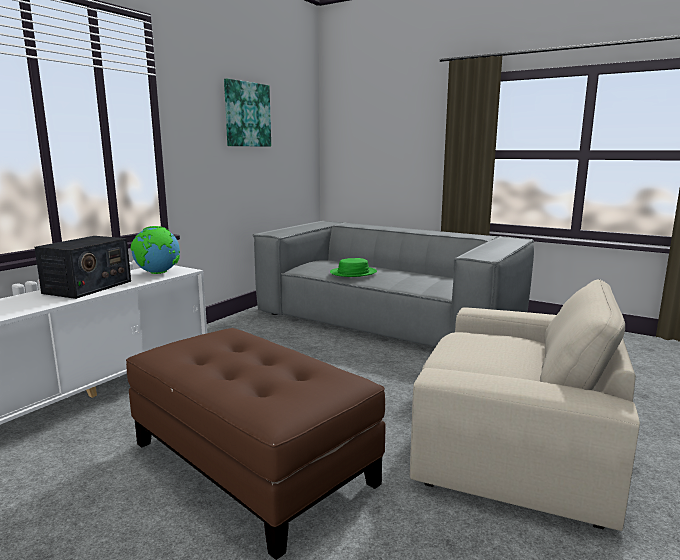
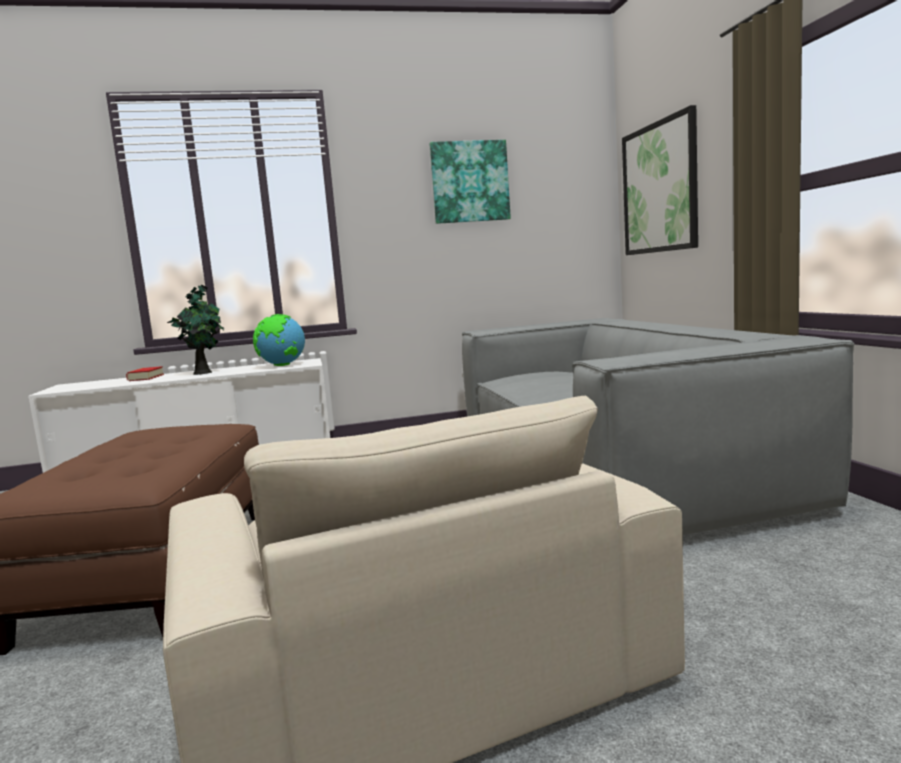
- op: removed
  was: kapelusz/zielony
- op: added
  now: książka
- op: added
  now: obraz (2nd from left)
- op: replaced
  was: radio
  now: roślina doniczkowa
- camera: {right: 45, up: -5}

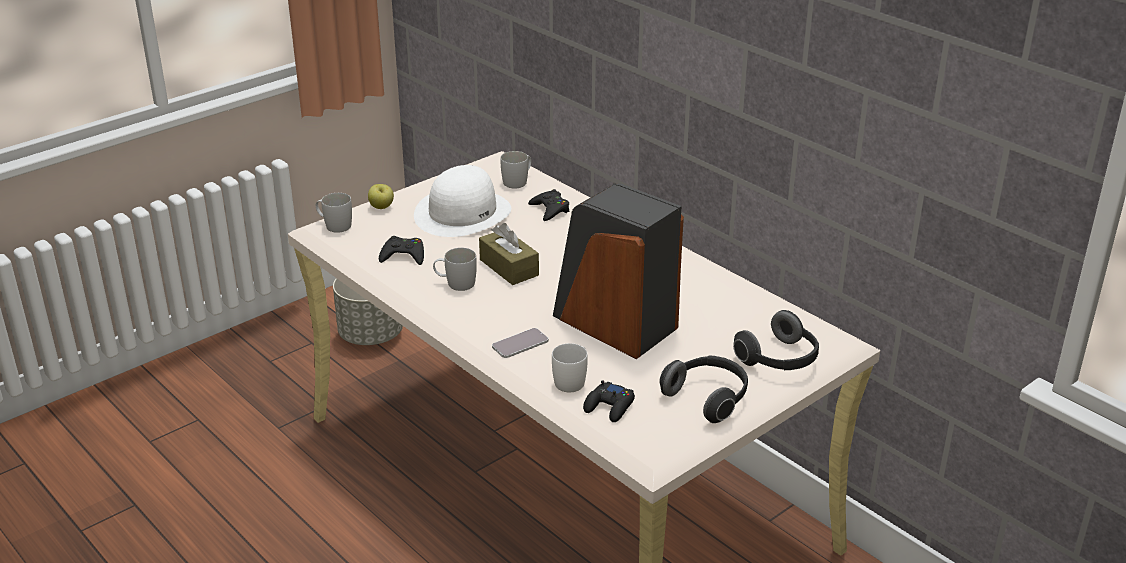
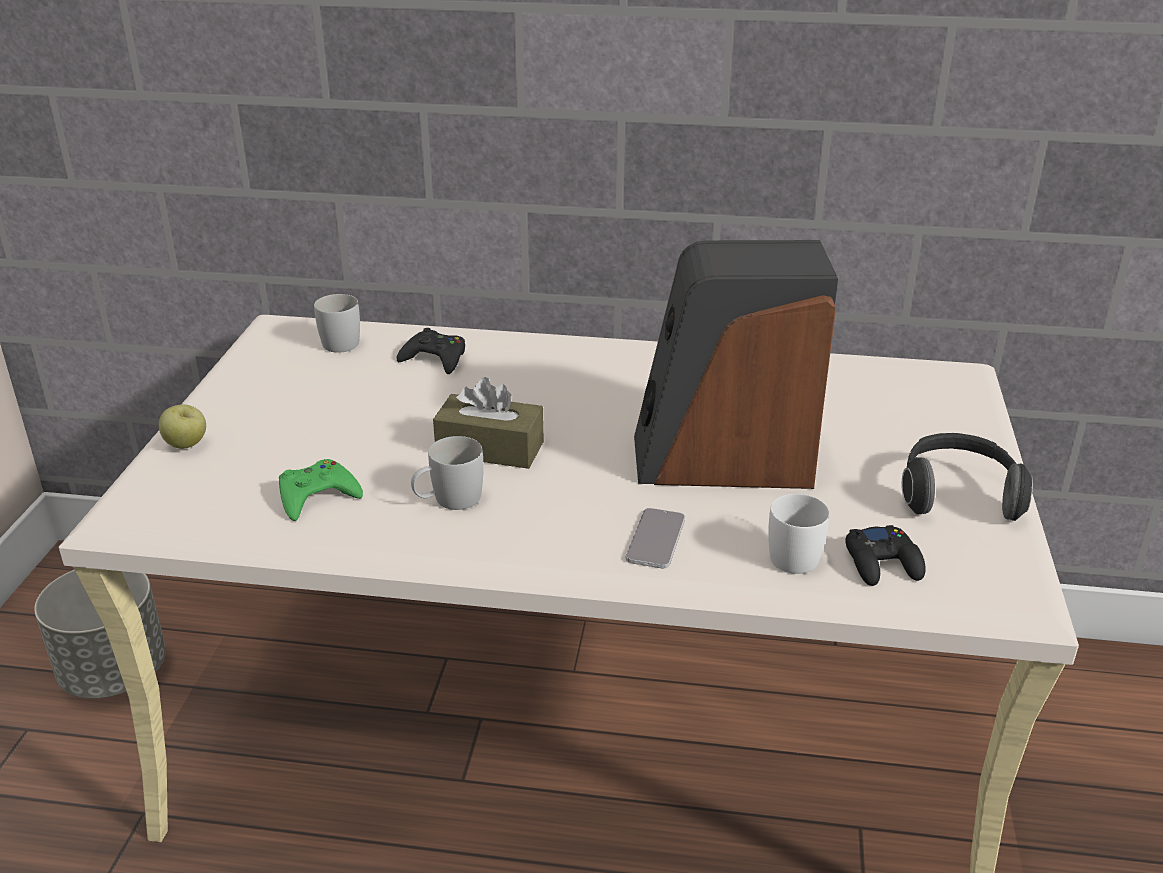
- op: removed
  was: kubek/biały (1st from left)
- op: removed
  was: kapelusz/biały
- op: removed
  was: słuchawki (2nd from left)
- op: recoloured
  was: pad do gier/czarny (1st from left)
  now: pad do gier/zielony
- camera: {right: -40, up: 0}

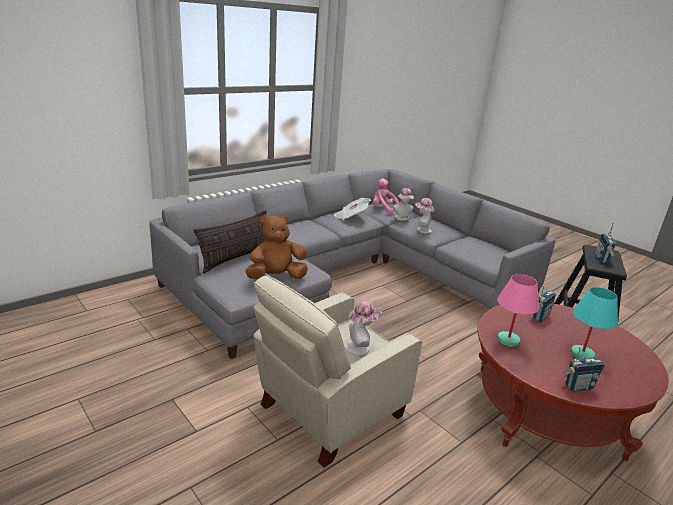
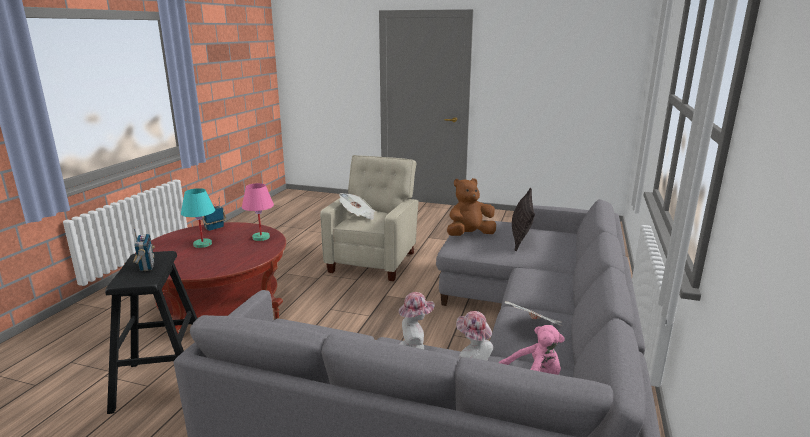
- op: removed
  was: radio (1st from left)
- op: replaced
  was: kapelusz (1st from left)
  now: gazeta (1st from left)
- op: turned
  was: pluszak/brązowy
  clockwise: -150
- camera: {right: 150, up: -5}

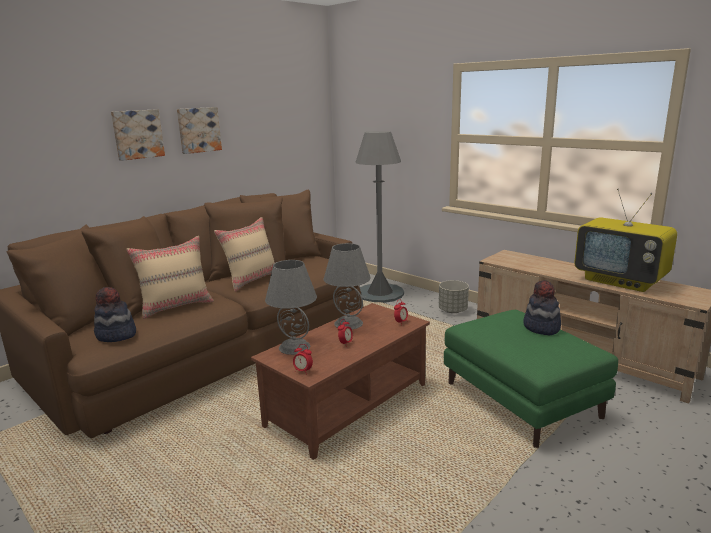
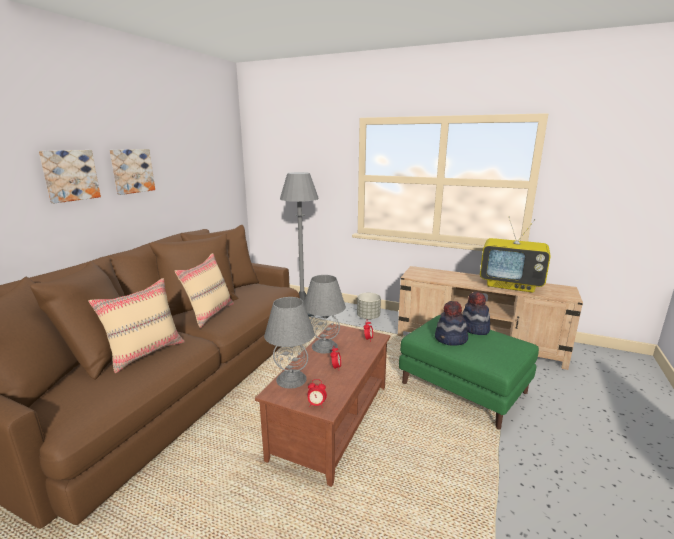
- op: moved
  was: kapelusz (1st from left)
- camera: {right: -20, up: 0}

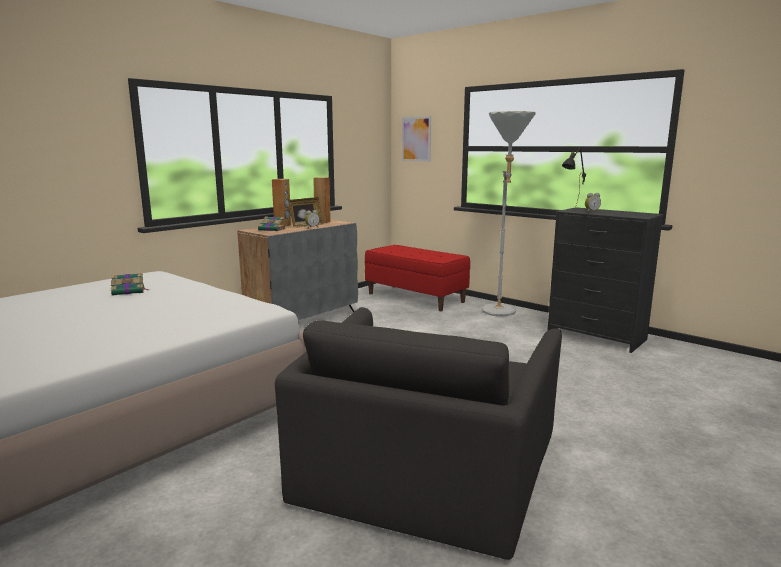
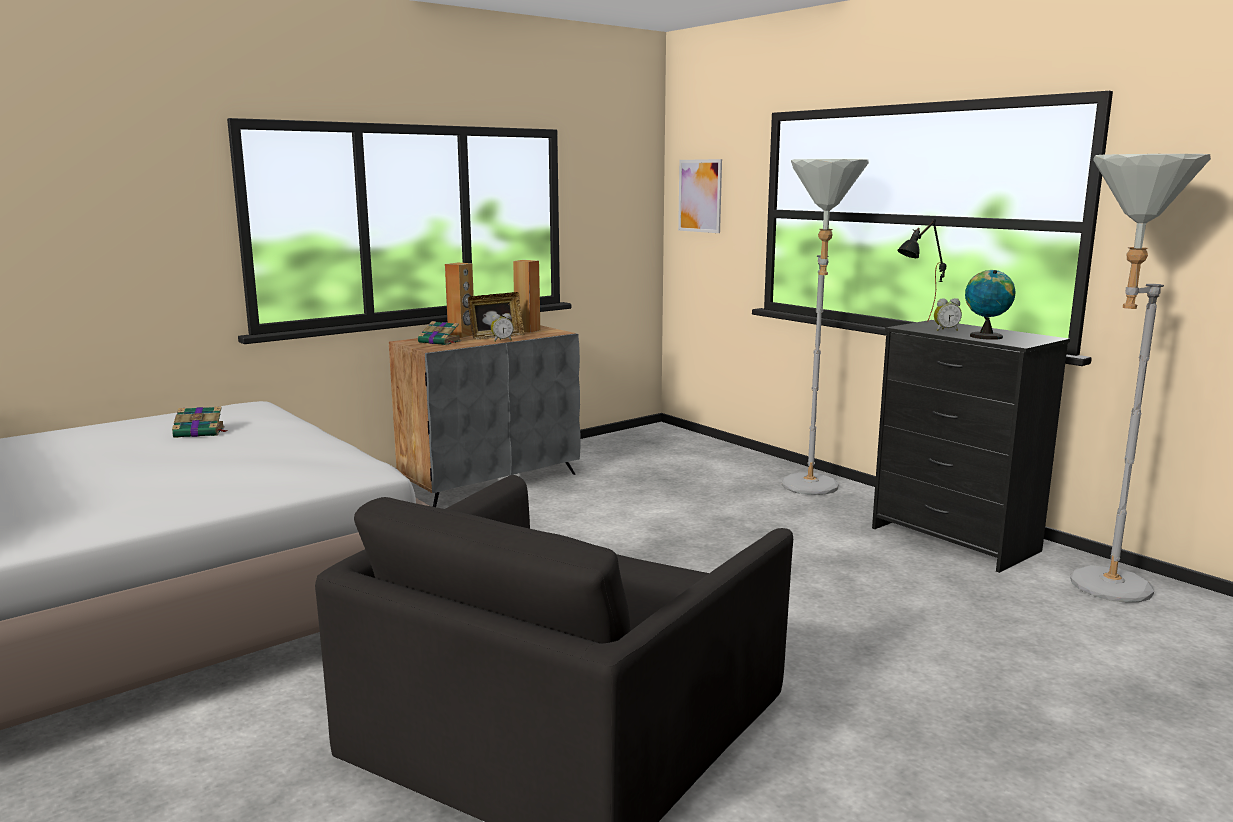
- op: removed
  was: ławka/czerwony
- op: added
  now: globus
- op: added
  now: lampa stojąca/szary (2nd from left)
- camera: {right: 10, up: 0}

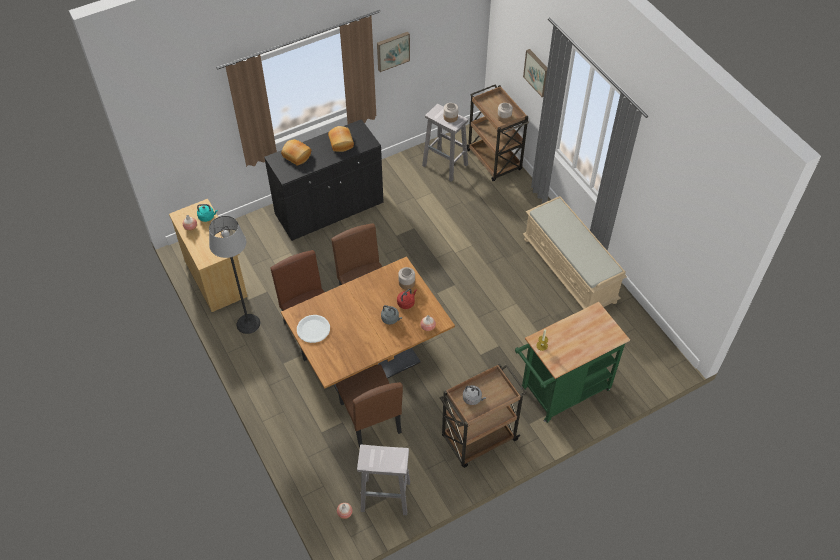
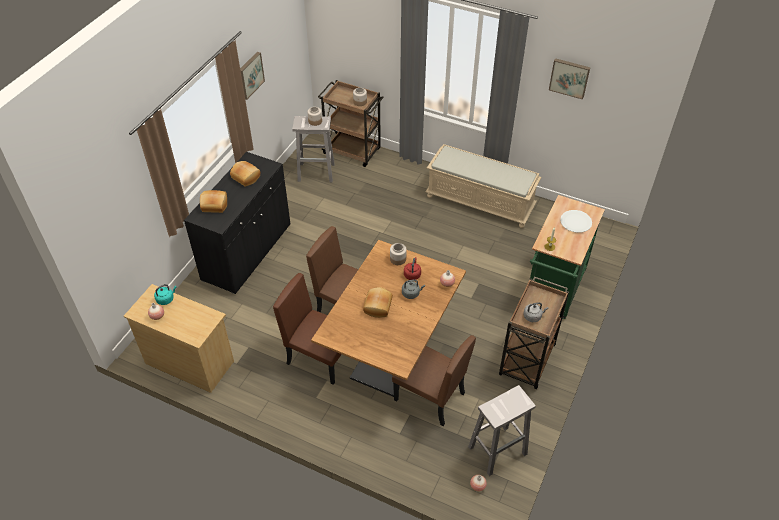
- op: removed
  was: lampa stojąca
- op: added
  now: chleb (3rd from left)
- op: moved
  was: talerz/biały
- op: moved
  was: obraz (2nd from left)
- camera: {right: -35, up: -5}

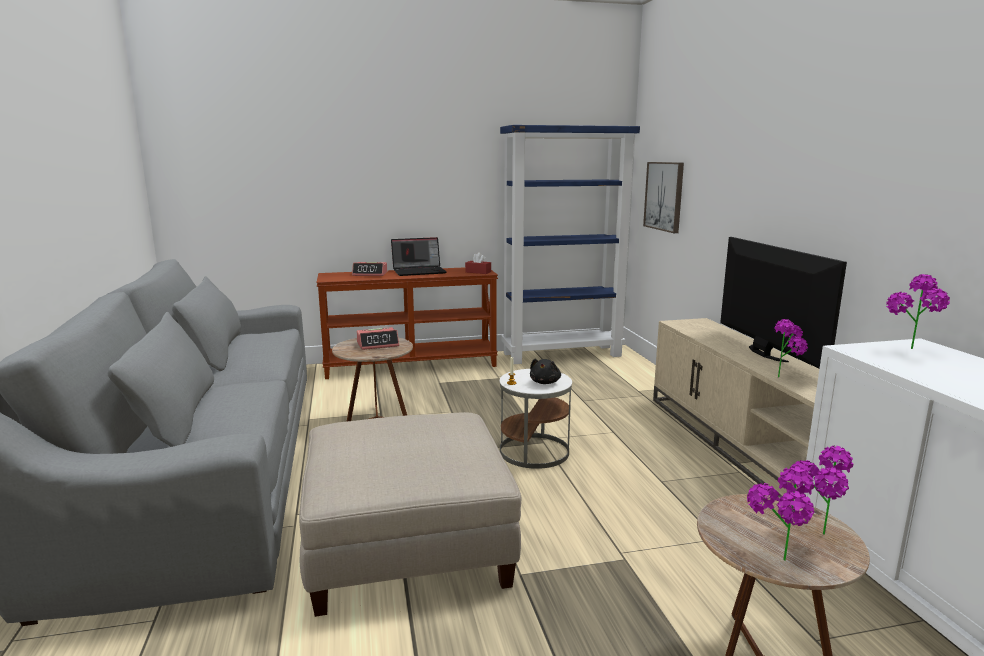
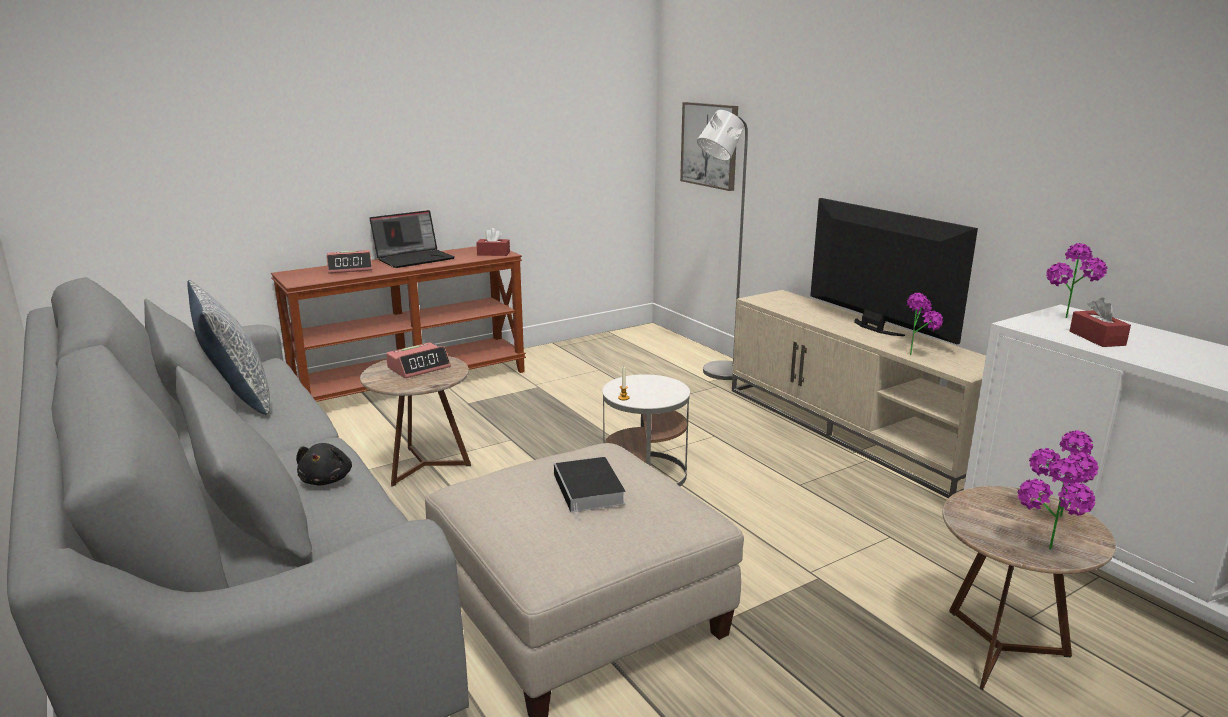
- op: removed
  was: regał/niebieski
- op: added
  now: poduszka
- op: added
  now: książka
- op: added
  now: lampa stojąca/szary
- op: added
  now: pudełko chusteczek/czerwony (2nd from left)
- op: moved
  was: pluszak/czarny
- camera: {right: -20, up: 5}

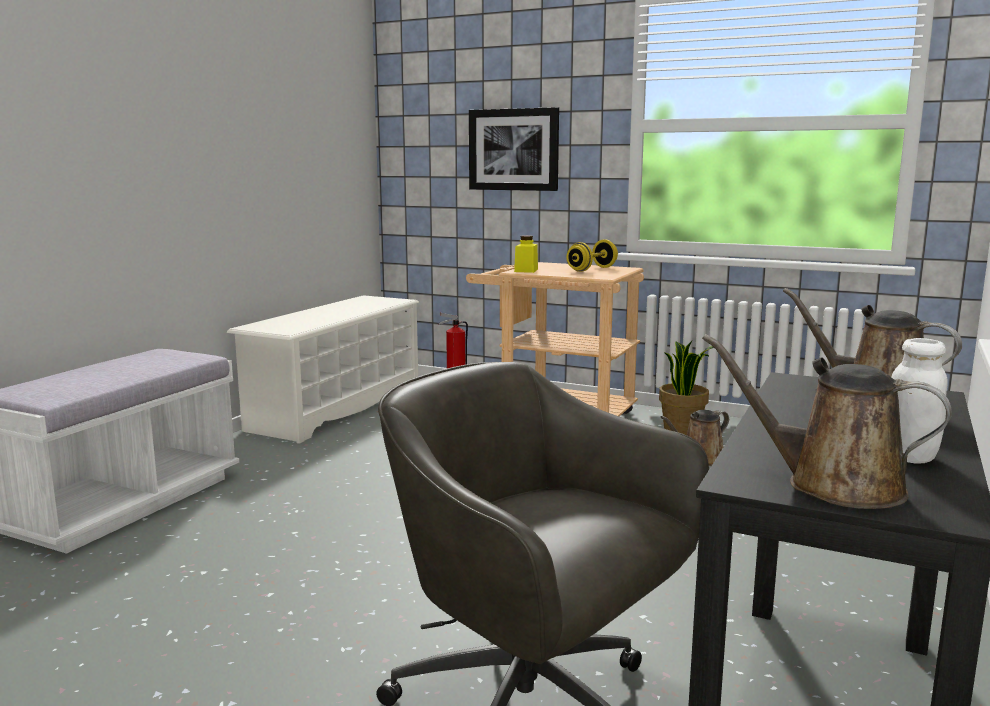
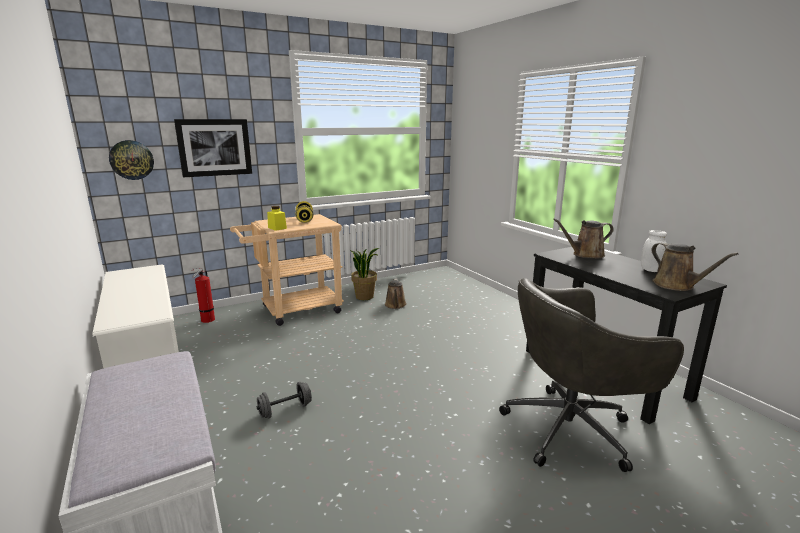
- op: added
  now: zegar ścienny
- op: added
  now: hantel/szary
- op: turned
  was: konewka/brązowy (2nd from left in the first image)
  clockwise: -90
- camera: {right: -55, up: 5}

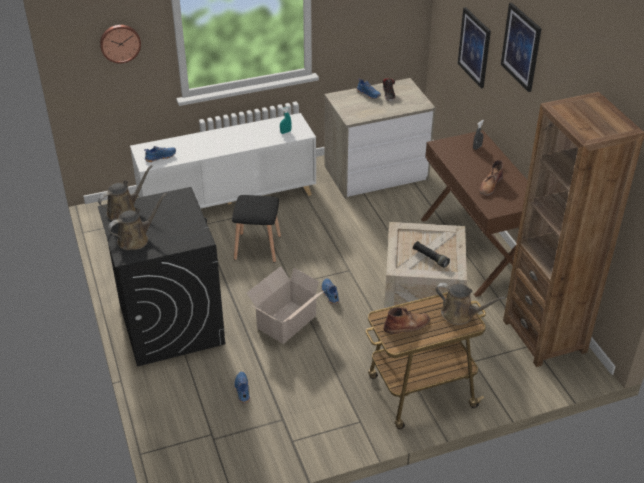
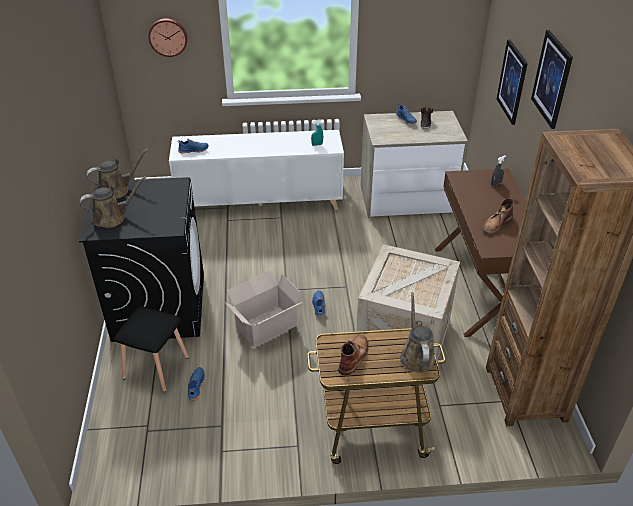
- op: removed
  was: latarka/czarny
- op: moved
  was: stołek/czarny
- op: turned
  was: but z cholewką/brązowy (1st from left)
  clockwise: -60
- op: turned
  was: konewka/brązowy (3rd from left)
  clockwise: -135
- camera: {right: 15, up: 0}

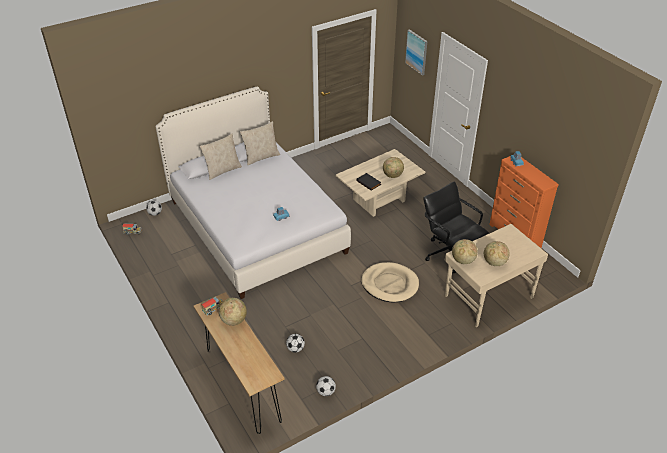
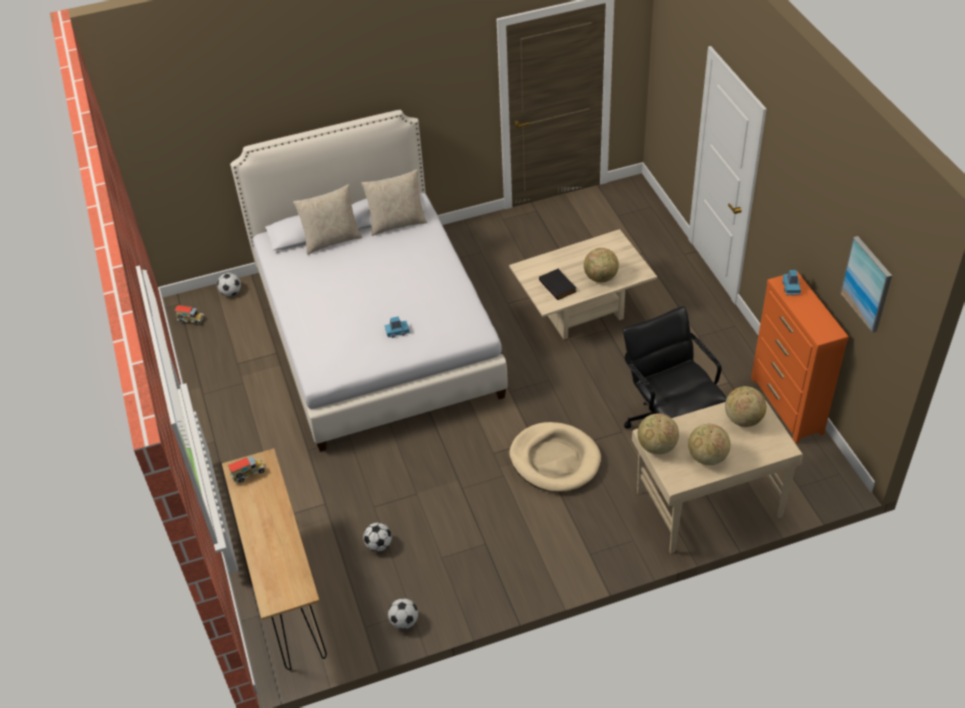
- op: moved
  was: globus (1st from left in the first image)
  now: globus (4th from left)
- op: moved
  was: obraz
- camera: {right: 15, up: 5}

